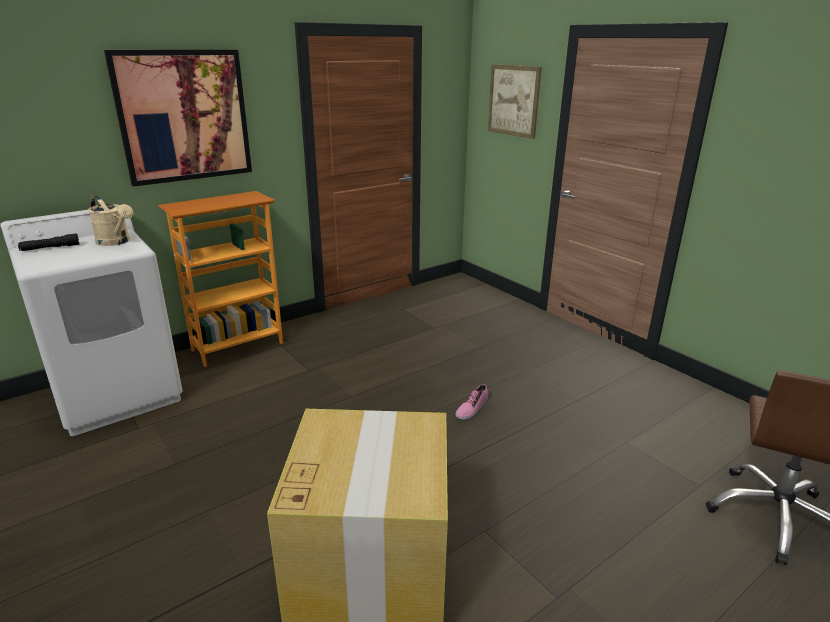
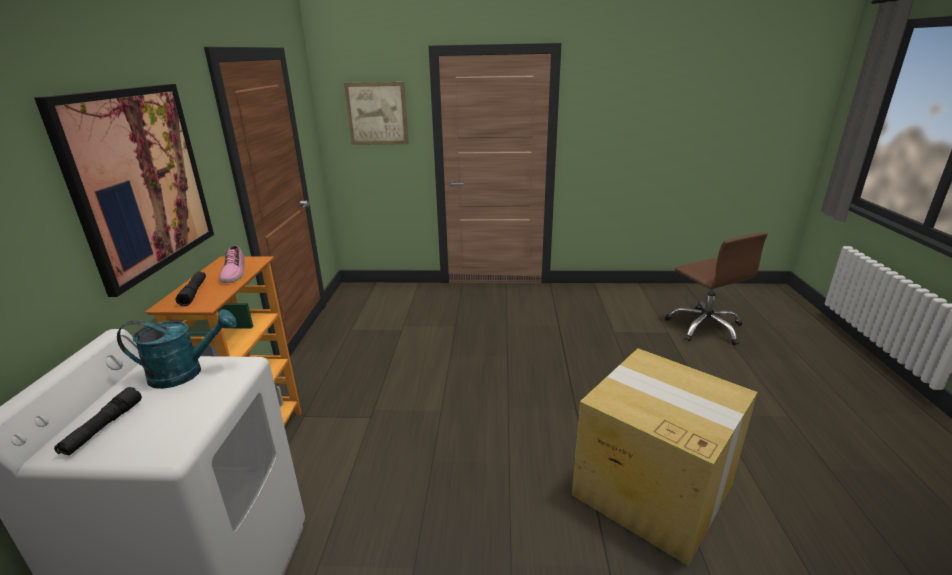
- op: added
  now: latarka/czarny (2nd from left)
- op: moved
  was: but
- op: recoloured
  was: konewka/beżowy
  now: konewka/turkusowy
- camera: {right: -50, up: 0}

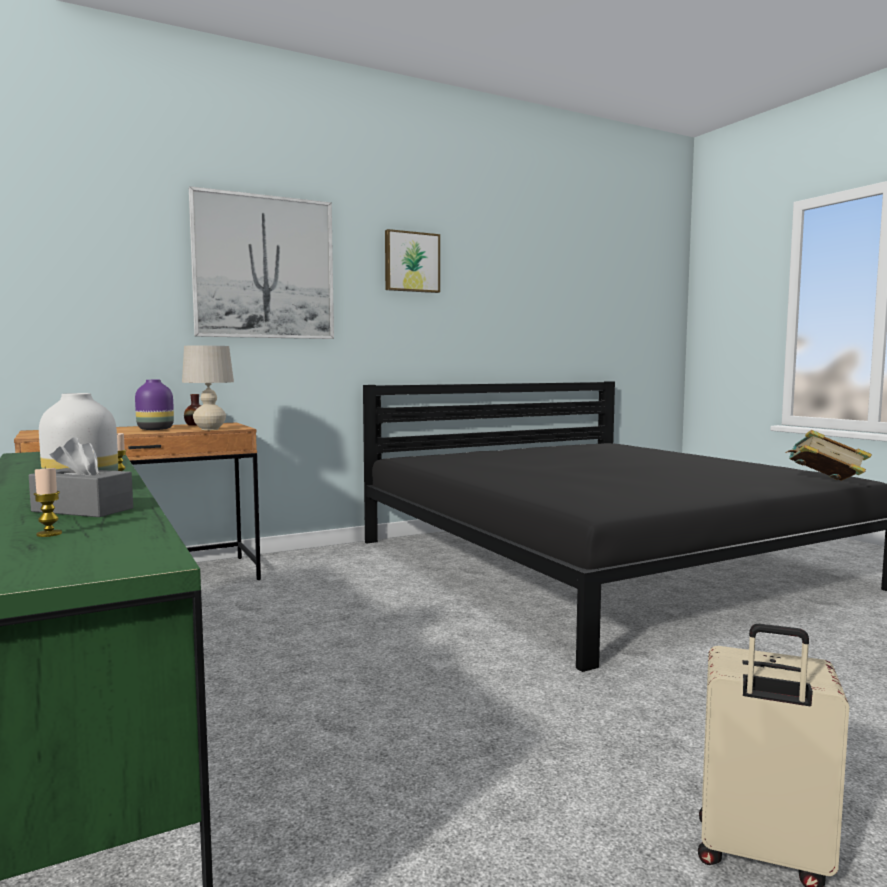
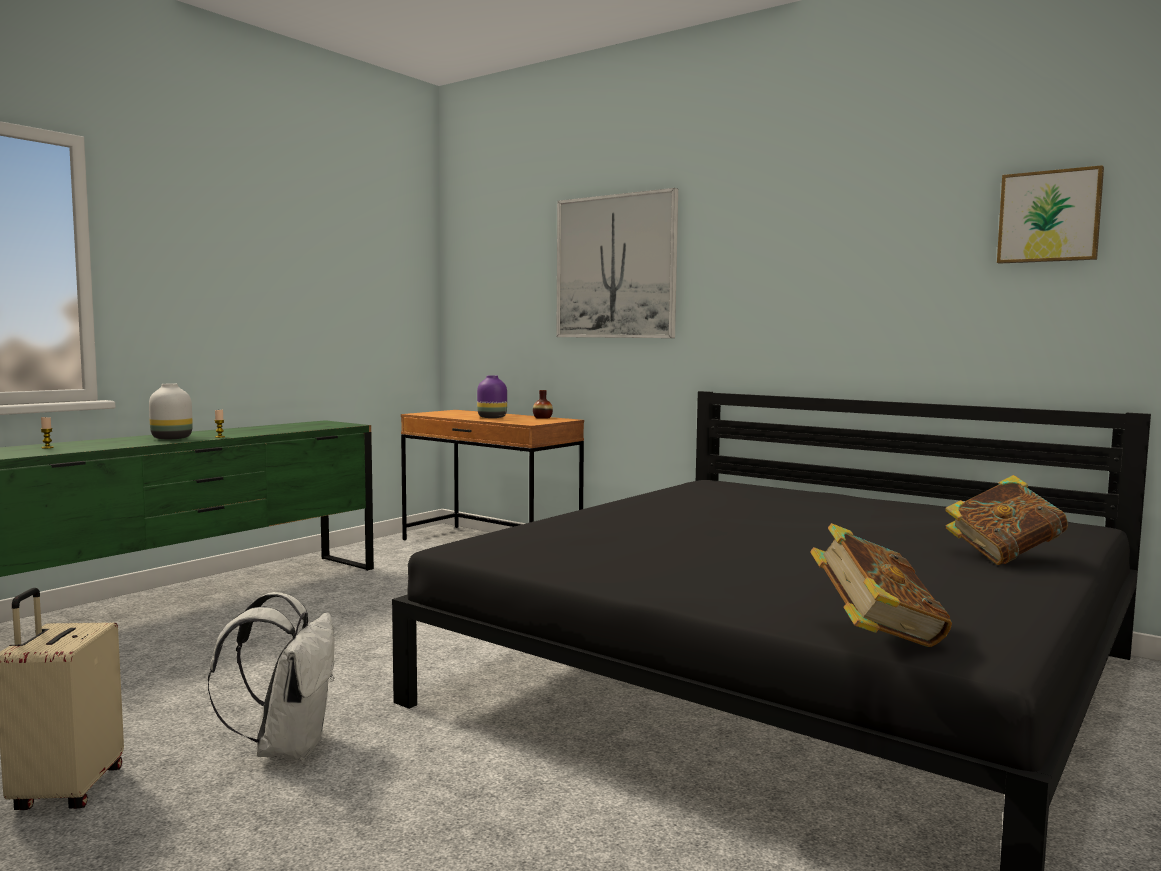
- op: removed
  was: pudełko chusteczek/szary
- op: removed
  was: lampa stołowa/beżowy
- op: added
  now: plecak/biały
- op: added
  now: książka (2nd from left)
- op: moved
  was: obraz (2nd from left)
- camera: {right: 65, up: 0}

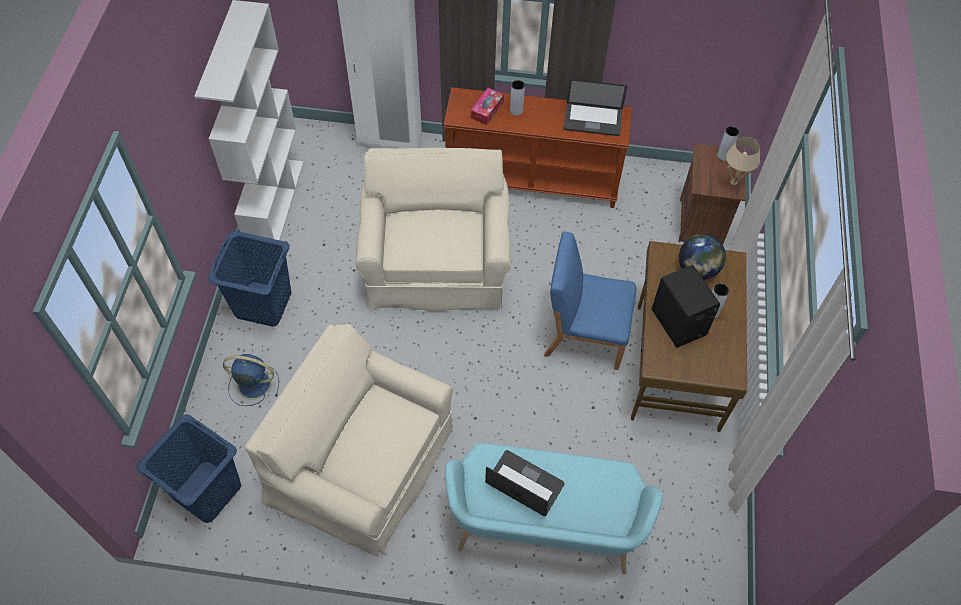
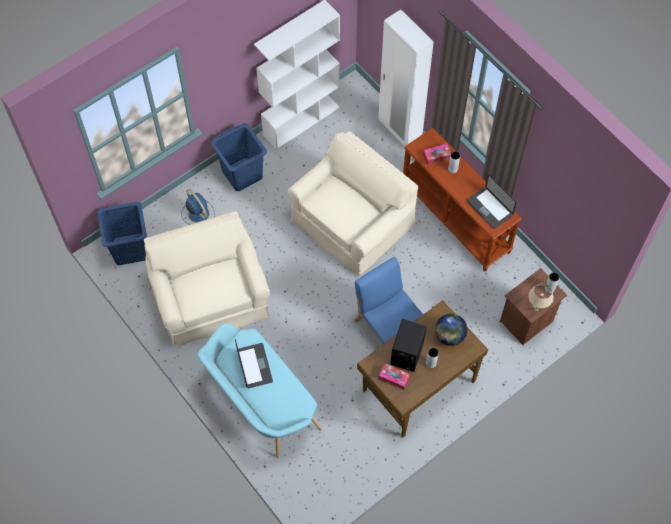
- op: added
  now: pudełko chusteczek (1st from left)
- camera: {right: 45, up: 5}

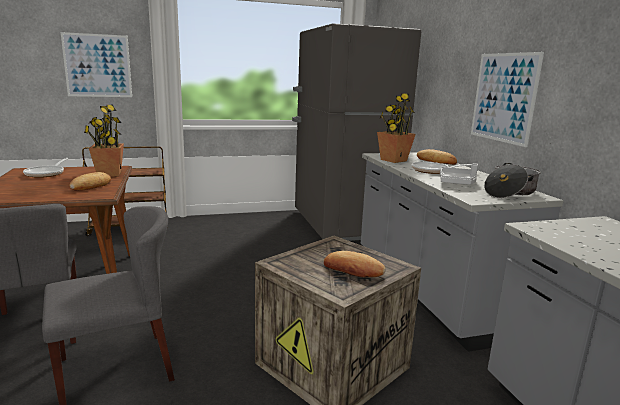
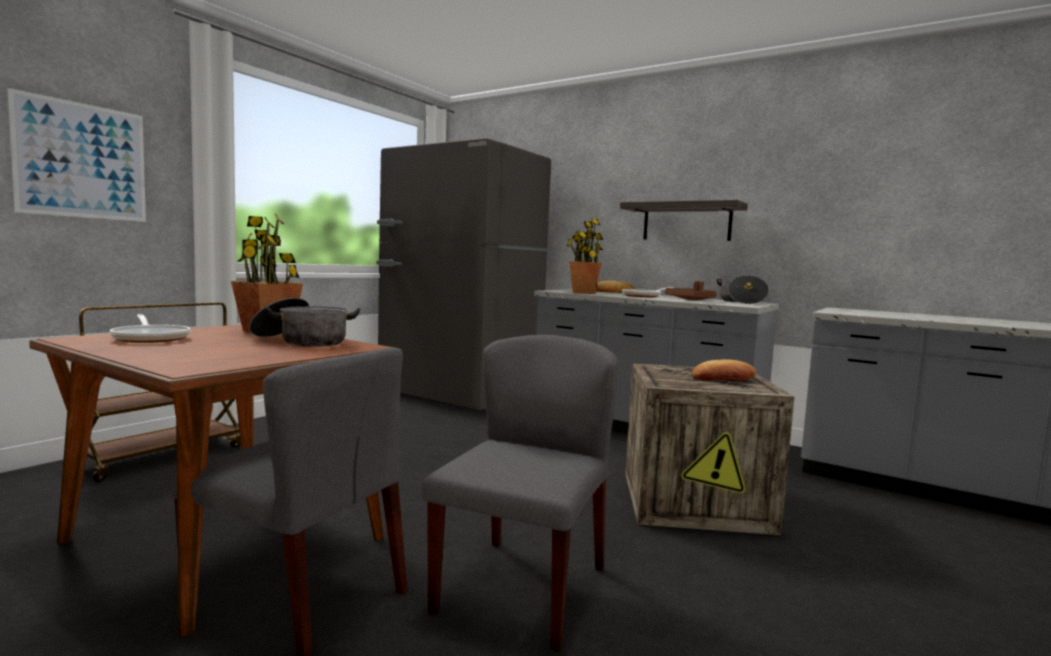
- op: replaced
  was: chleb (1st from left)
  now: garnek (1st from left)
- op: replaced
  was: obraz (2nd from left)
  now: półka
- op: recoloured
  was: taca/szary
  now: taca/brązowy
- camera: {right: -40, up: -10}

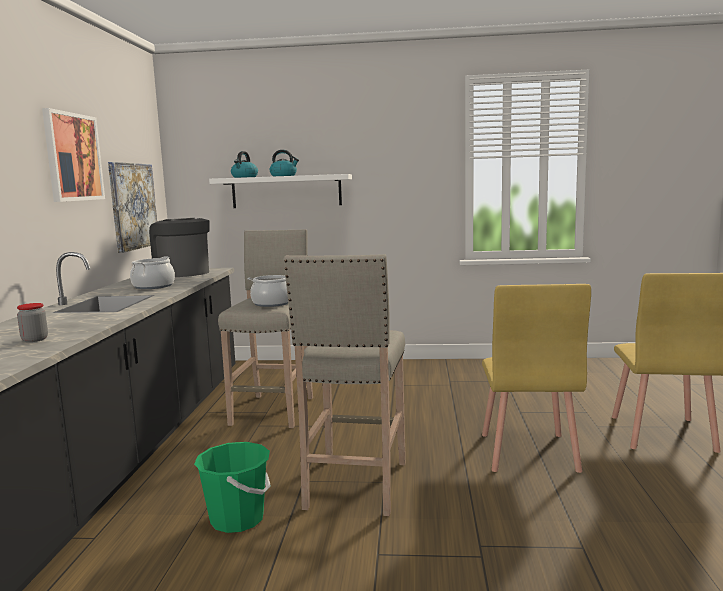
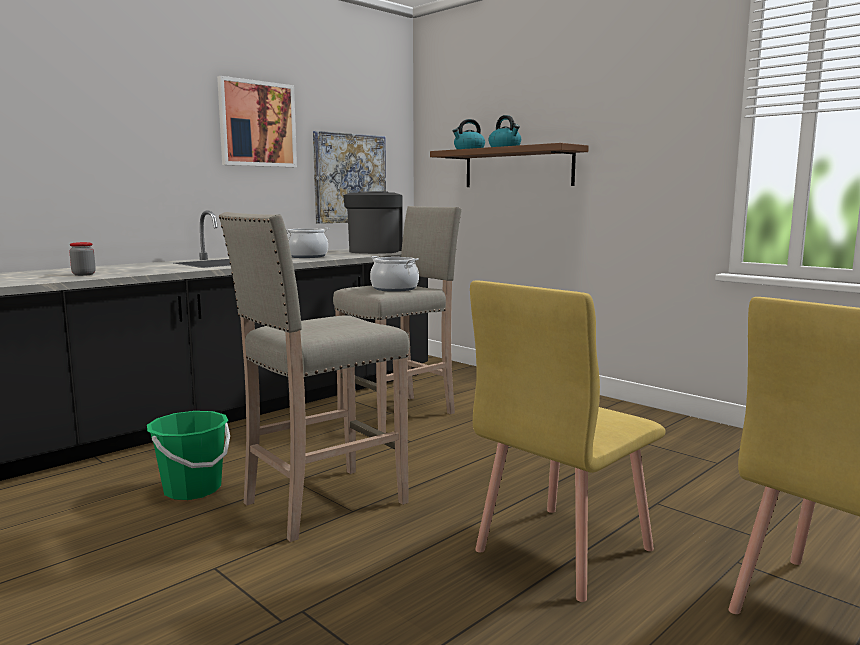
- op: recoloured
  was: półka/biały
  now: półka/brązowy
- camera: {right: 40, up: 0}

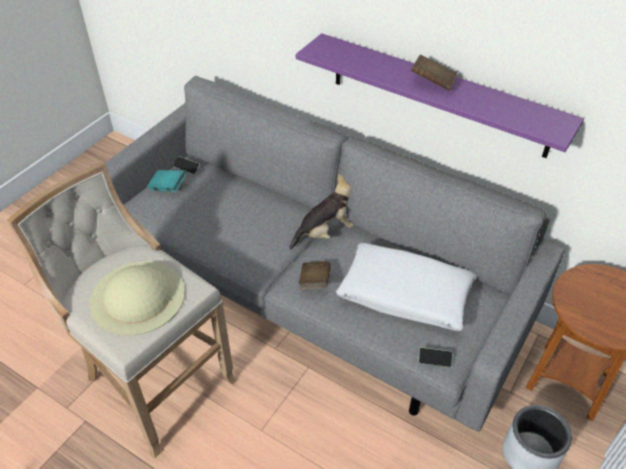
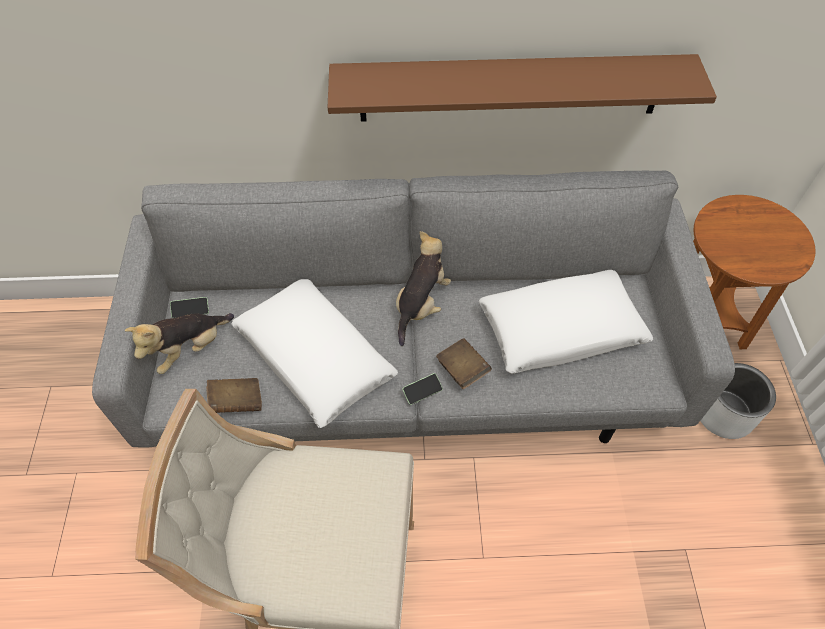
- op: removed
  was: kapelusz/beżowy
- op: added
  now: poduszka/biały (1st from left)
- op: moved
  was: książka/brązowy (2nd from left in the first image)
  now: książka/brązowy (1st from left)
- op: moved
  was: telefon (2nd from left)
- op: replaced
  was: książka/turkusowy
  now: pluszak (1st from left)
- op: recoloured
  was: półka/fioletowy
  now: półka/brązowy
- camera: {right: -35, up: 10}

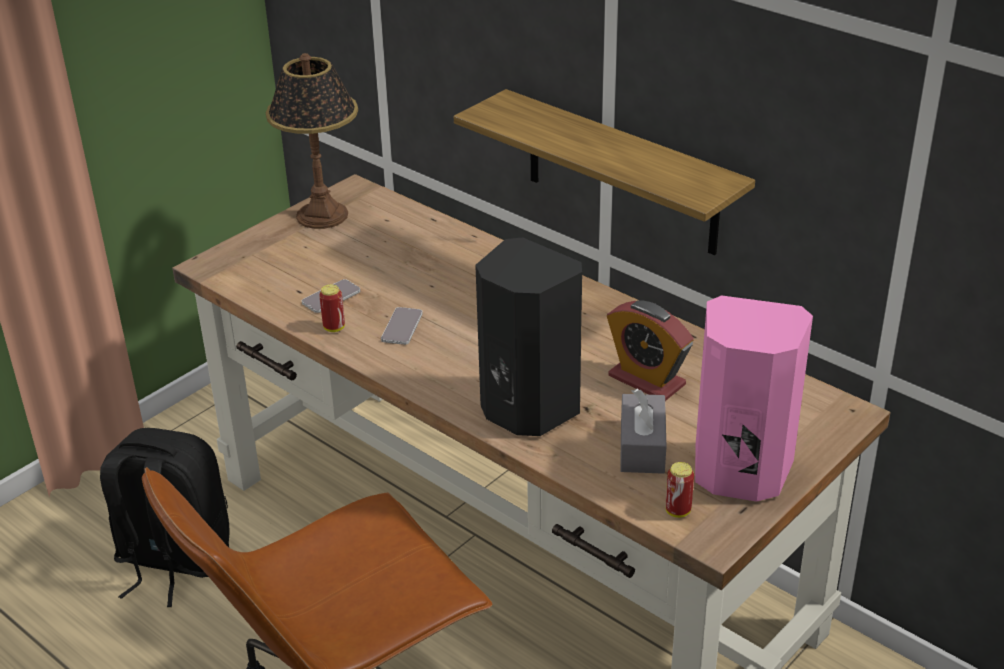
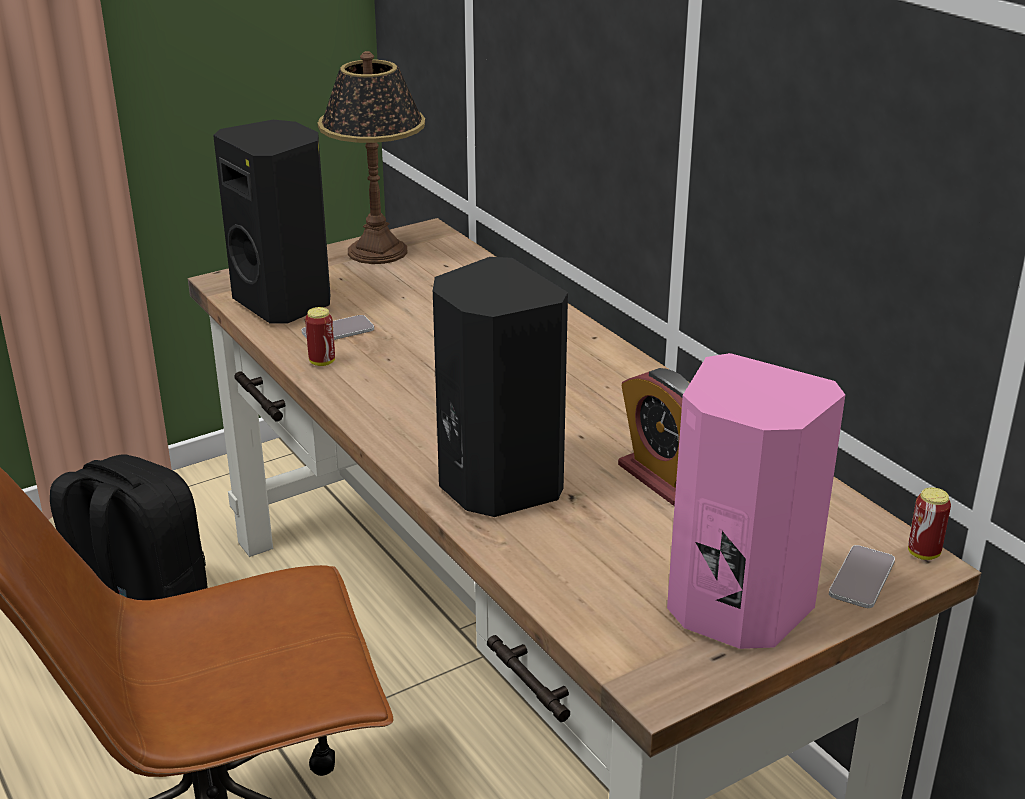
- op: removed
  was: półka
- op: removed
  was: pudełko chusteczek/szary
- op: added
  now: głośnik/czarny (1st from left)
- op: moved
  was: telefon (2nd from left)
- op: moved
  was: puszka (2nd from left)
- camera: {right: 15, up: -5}

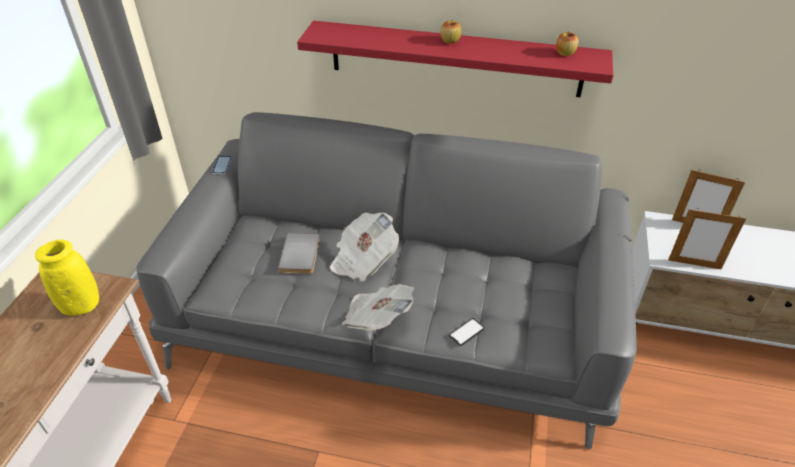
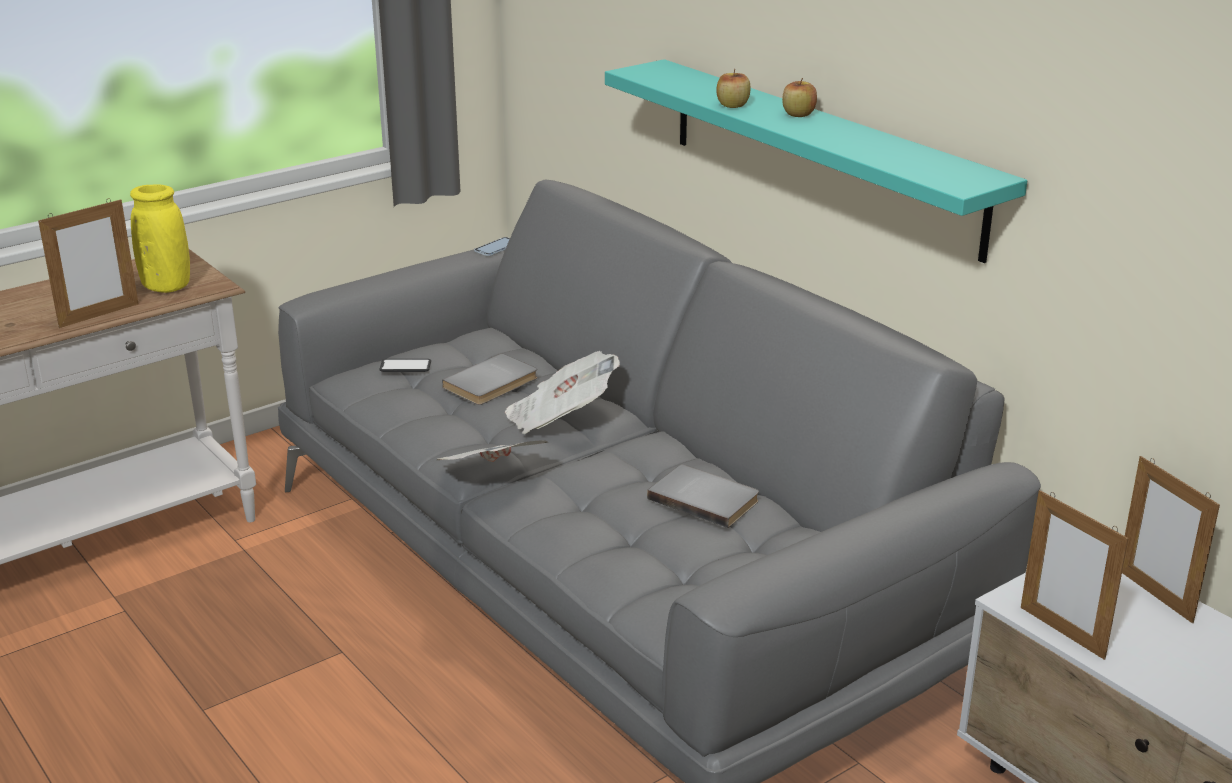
- op: added
  now: ramka na zdjęcie (1st from left)
- op: added
  now: książka/szary (2nd from left)
- op: moved
  was: telefon (2nd from left in the first image)
  now: telefon (1st from left)
- op: moved
  was: jabłko (2nd from left in the first image)
  now: jabłko (1st from left)
- op: recoloured
  was: półka/czerwony
  now: półka/turkusowy
- camera: {right: 40, up: -15}

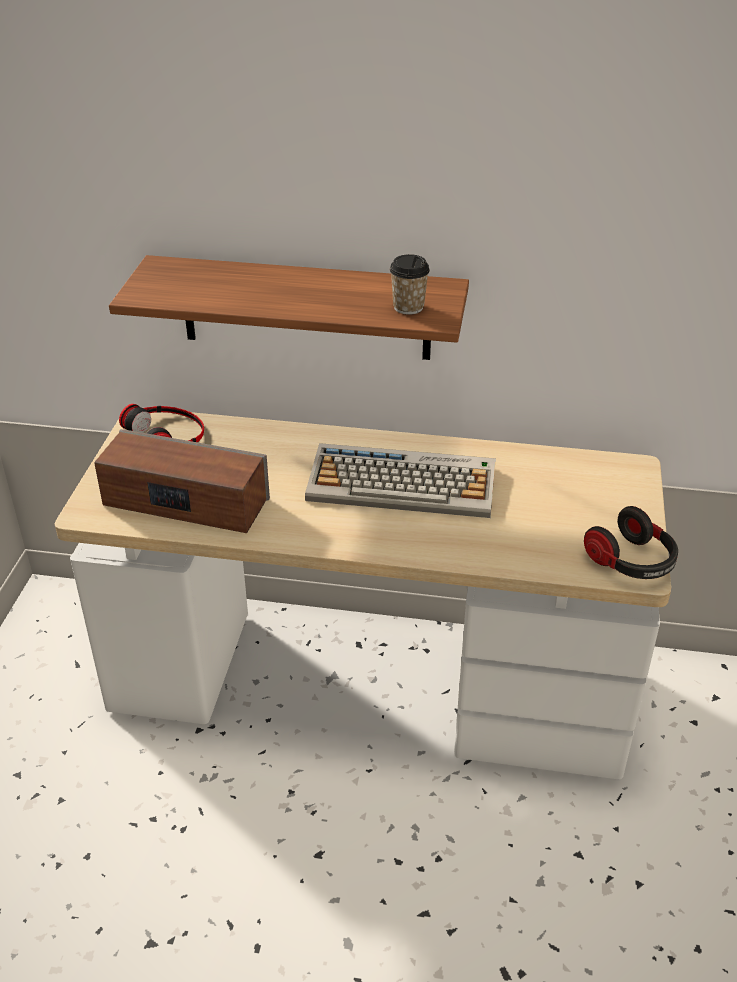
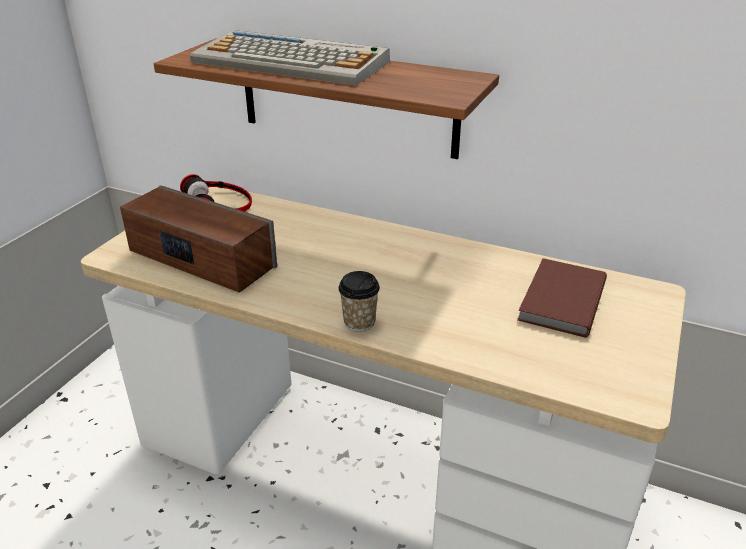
- op: removed
  was: słuchawki (2nd from left)
- op: added
  now: książka/brązowy
- op: moved
  was: klawiatura
- op: moved
  was: filiżanka
- camera: {right: 15, up: -5}

